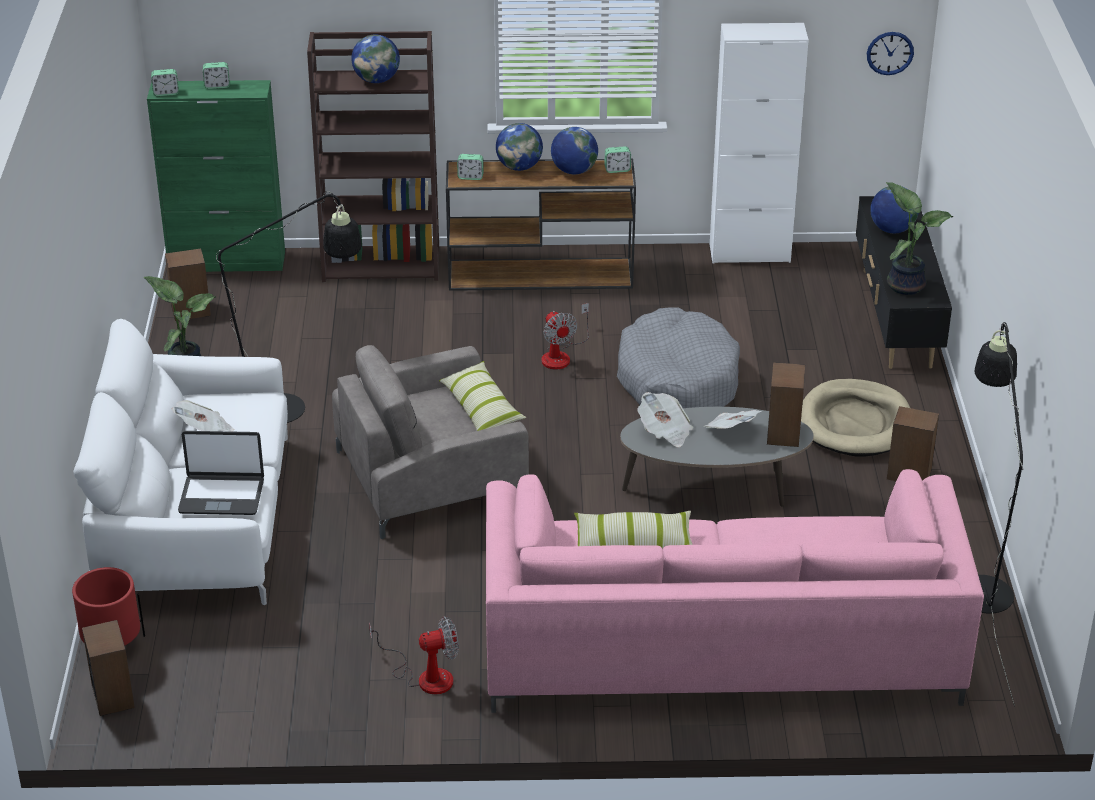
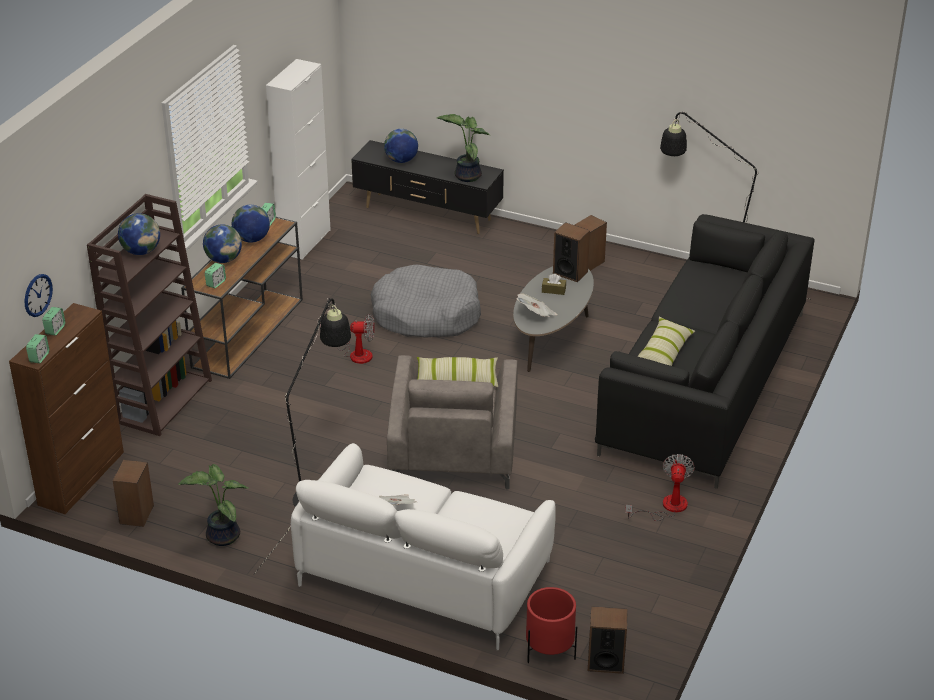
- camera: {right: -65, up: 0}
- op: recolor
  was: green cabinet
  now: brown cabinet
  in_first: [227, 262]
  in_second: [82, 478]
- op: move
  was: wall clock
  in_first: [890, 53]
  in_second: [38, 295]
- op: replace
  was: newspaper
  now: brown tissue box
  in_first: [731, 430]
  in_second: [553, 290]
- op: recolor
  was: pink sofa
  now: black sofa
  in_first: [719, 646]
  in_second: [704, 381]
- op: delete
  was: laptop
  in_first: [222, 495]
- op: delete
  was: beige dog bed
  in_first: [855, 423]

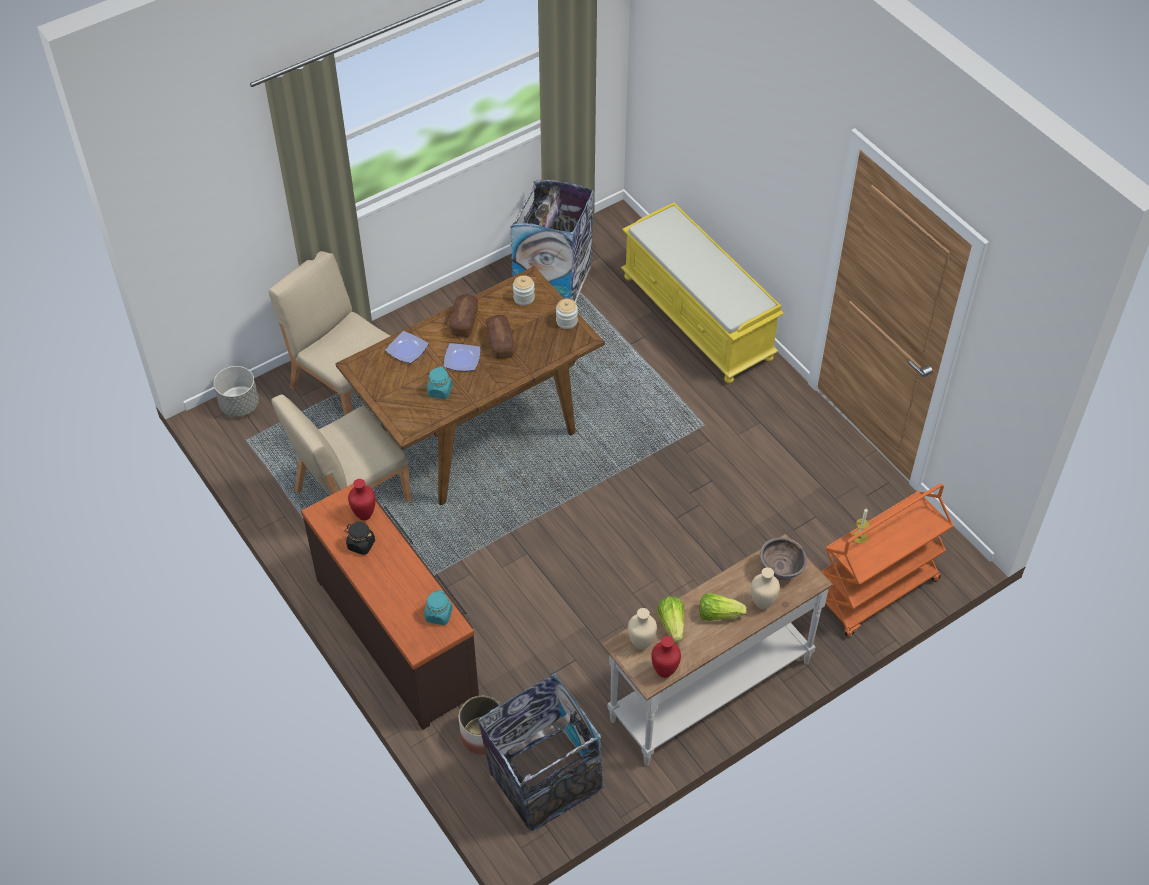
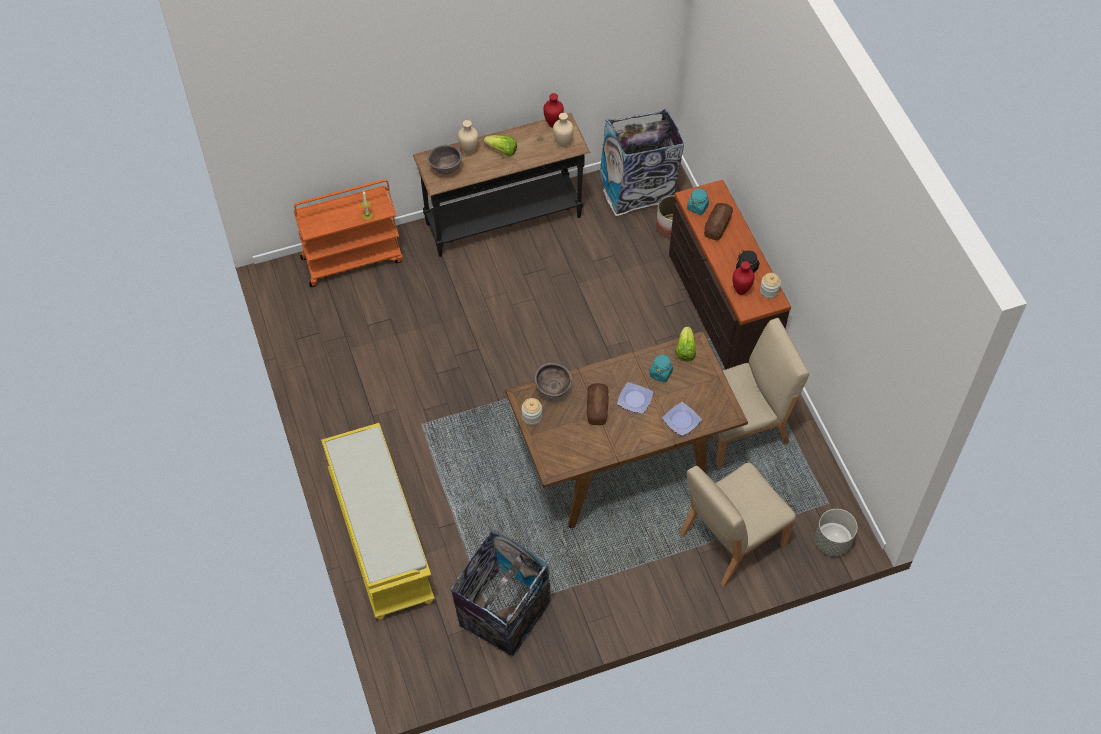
- camera: {right: -165, up: 5}
- op: recolor
  was: white console table
  now: black console table
  in_first: [709, 689]
  in_second: [504, 221]
- op: insert
  now: brown bowl
  in_second: [552, 390]
- op: move
  was: lettuce
  in_first: [672, 624]
  in_second: [685, 350]
- op: rotate
  was: beige chair
  in_first: [346, 385]
  in_second: [731, 539]
  clockwise: 90
- op: move
  was: bread
  in_first: [464, 321]
  in_second: [717, 226]
- op: move
  was: jar
  in_first: [524, 298]
  in_second: [769, 291]

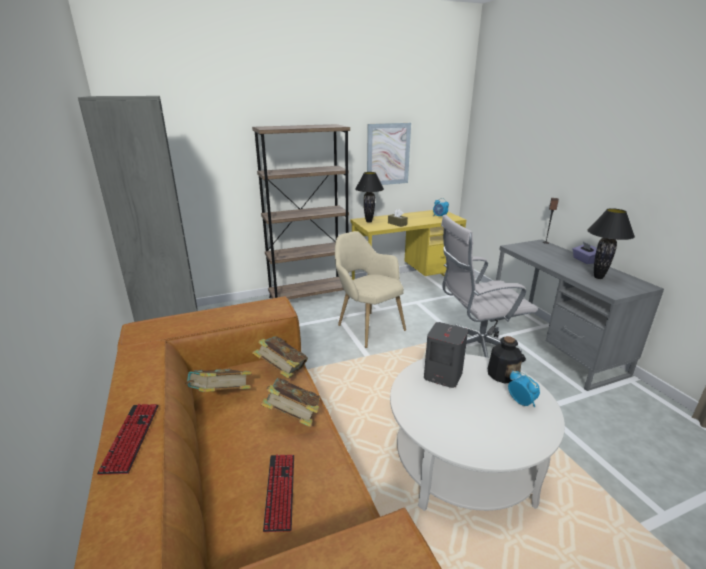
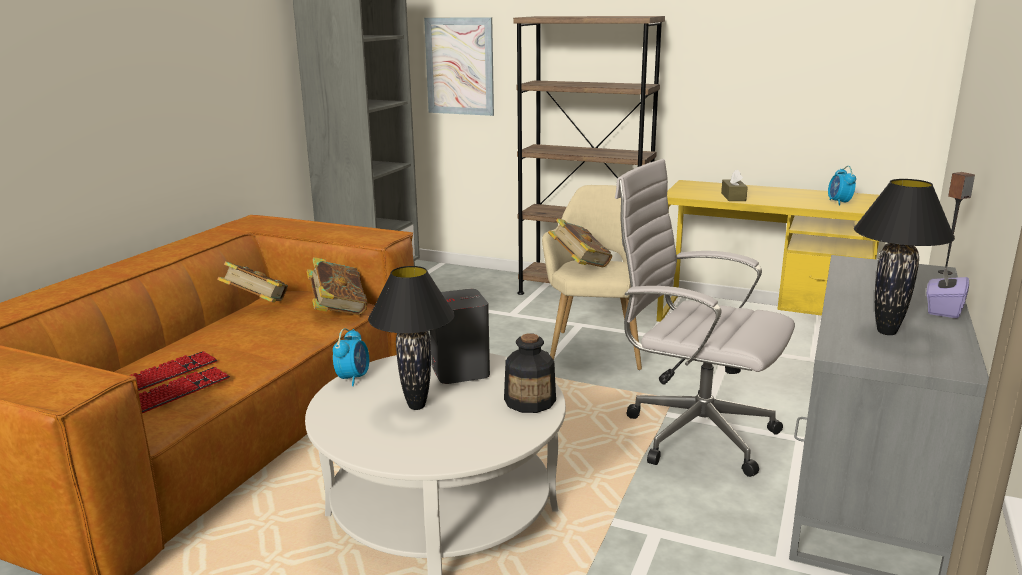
- camera: {right: 45, up: -5}
- op: move
  was: keyboard
  in_first: [131, 438]
  in_second: [177, 392]
- op: move
  was: alarm clock
  in_first: [521, 402]
  in_second: [353, 378]
- op: move
  was: black table lamp
  in_first: [369, 222]
  in_second: [416, 406]
- op: move
  was: picture
  in_first: [388, 154]
  in_second: [459, 66]
- op: move
  was: book
  in_first: [293, 418]
  in_second: [579, 266]

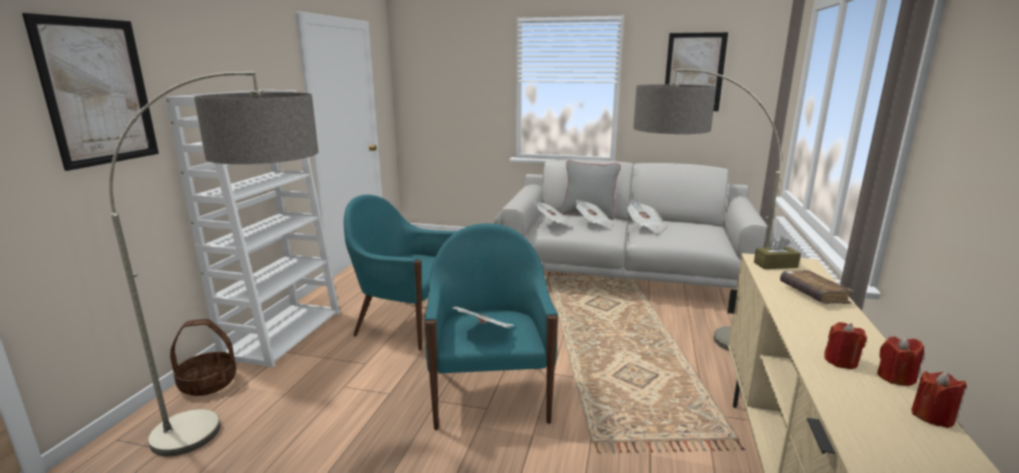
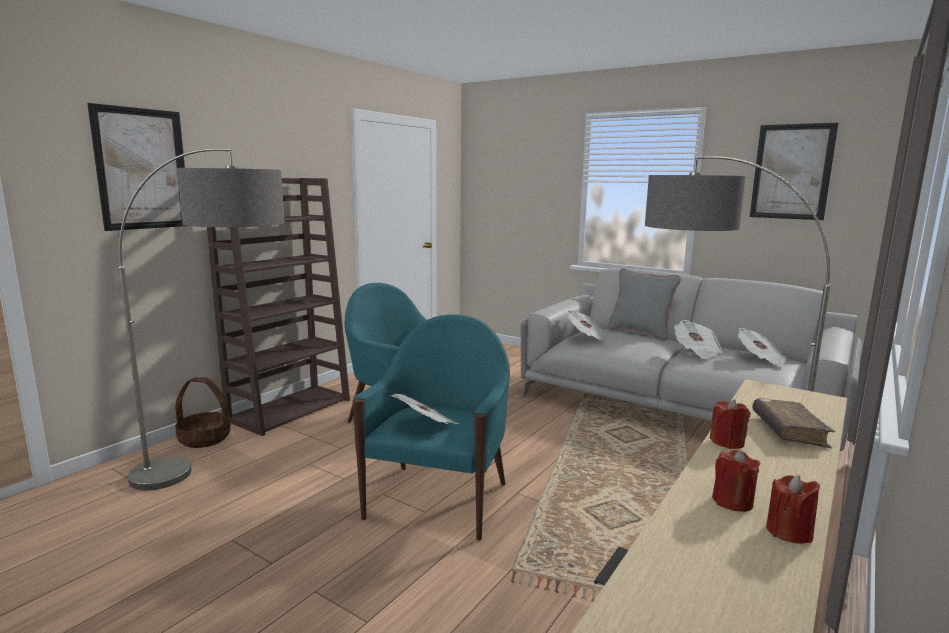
- camera: {right: 20, up: -5}
- op: recolor
  was: white bookcase
  now: brown bookcase
  in_first: [283, 333]
  in_second: [290, 409]
- op: move
  was: red candle
  in_first: [932, 416]
  in_second: [727, 442]
- op: move
  was: newspaper
  in_first: [593, 224]
  in_second: [760, 360]
- op: delete
  was: brown tissue box
  in_first: [775, 265]

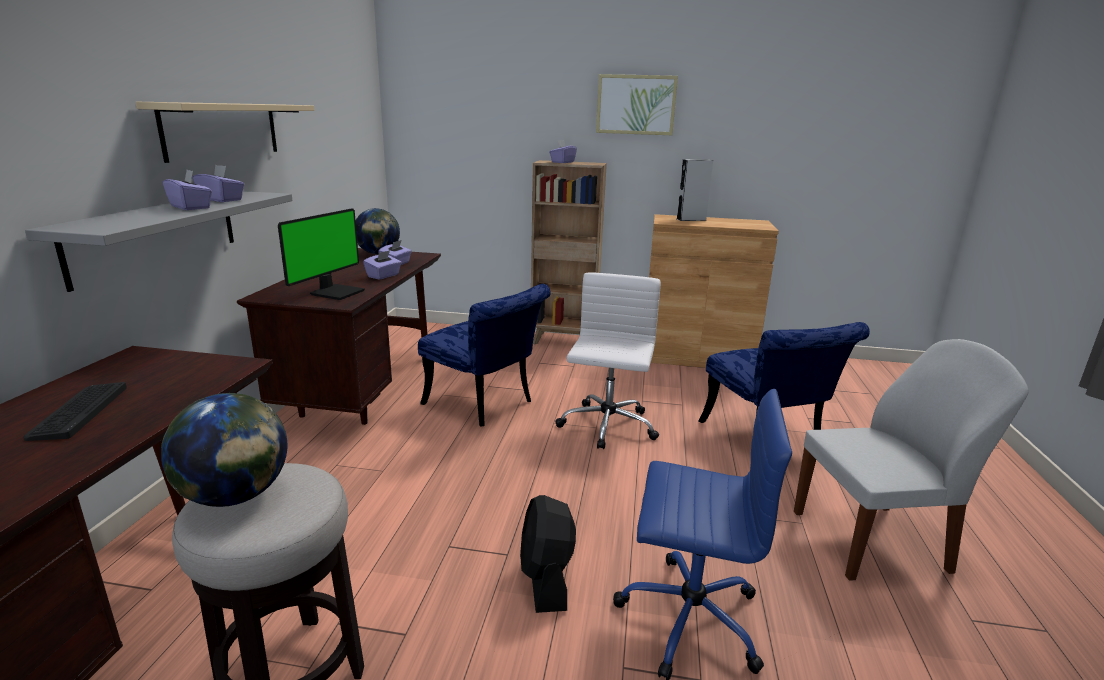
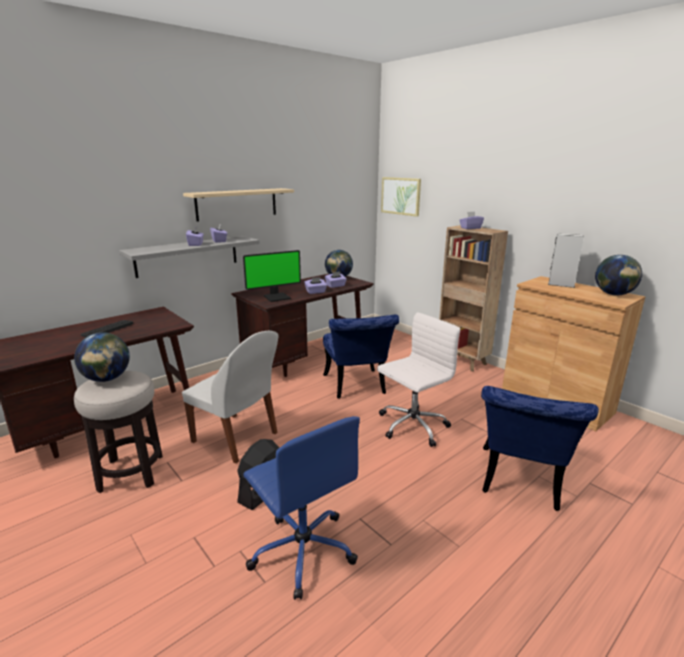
- camera: {right: 40, up: 0}
- op: move
  was: white chair
  in_first: [873, 541]
  in_second: [236, 438]
- op: move
  was: picture
  in_first: [636, 105]
  in_second: [401, 196]
- op: insert
  now: globe
  in_second: [613, 294]

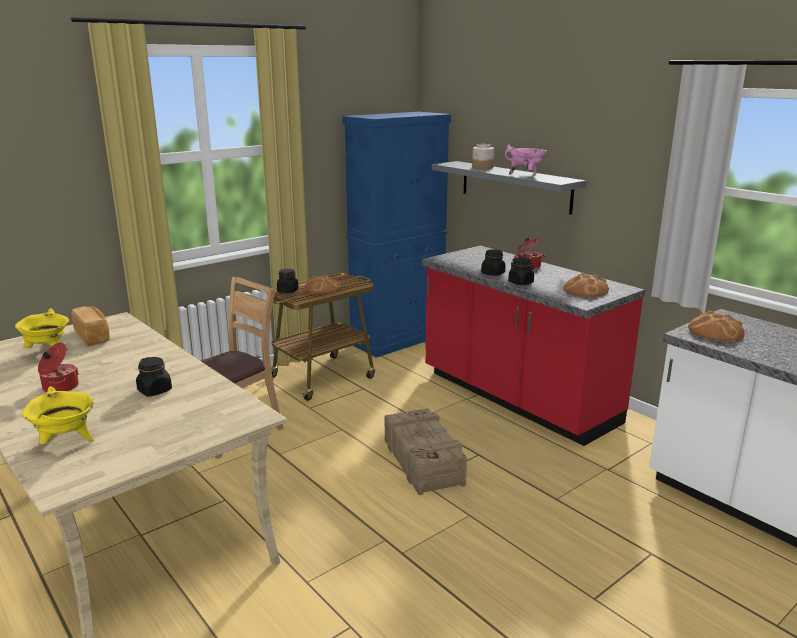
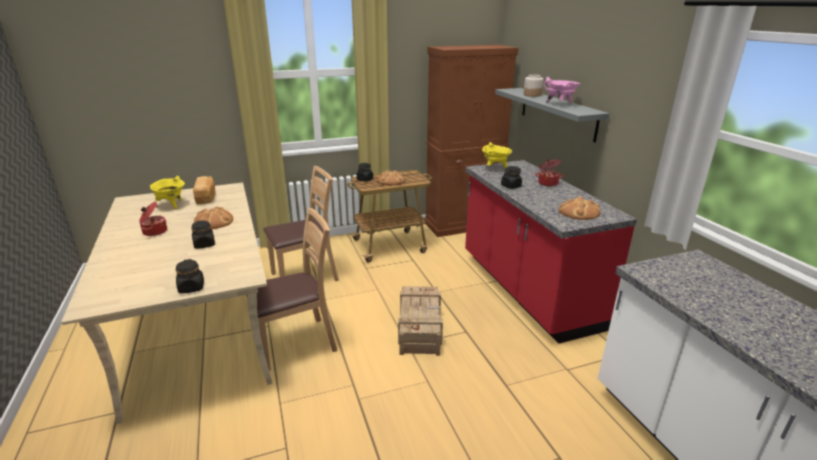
- camera: {right: 20, up: 5}
- op: move
  was: black jar
  in_first: [521, 283]
  in_second: [191, 288]
- op: move
  was: bread
  in_first: [715, 331]
  in_second: [214, 221]
- op: insert
  now: brown chair
  in_second: [296, 343]
- op: recolor
  was: blue cabinet
  now: brown cabinet
  in_first: [398, 339]
  in_second: [462, 225]
- op: move
  was: yellow cooking pot
  in_first: [66, 442]
  in_second: [495, 168]

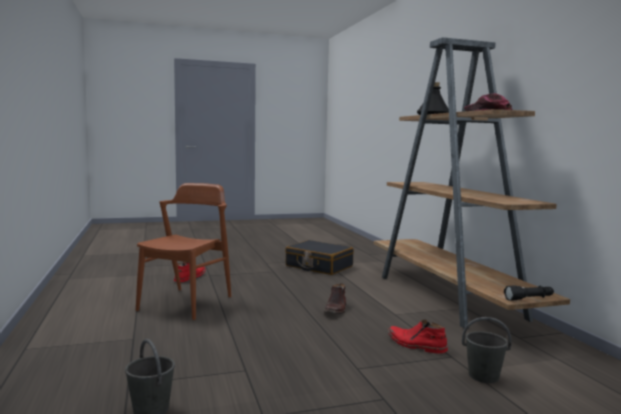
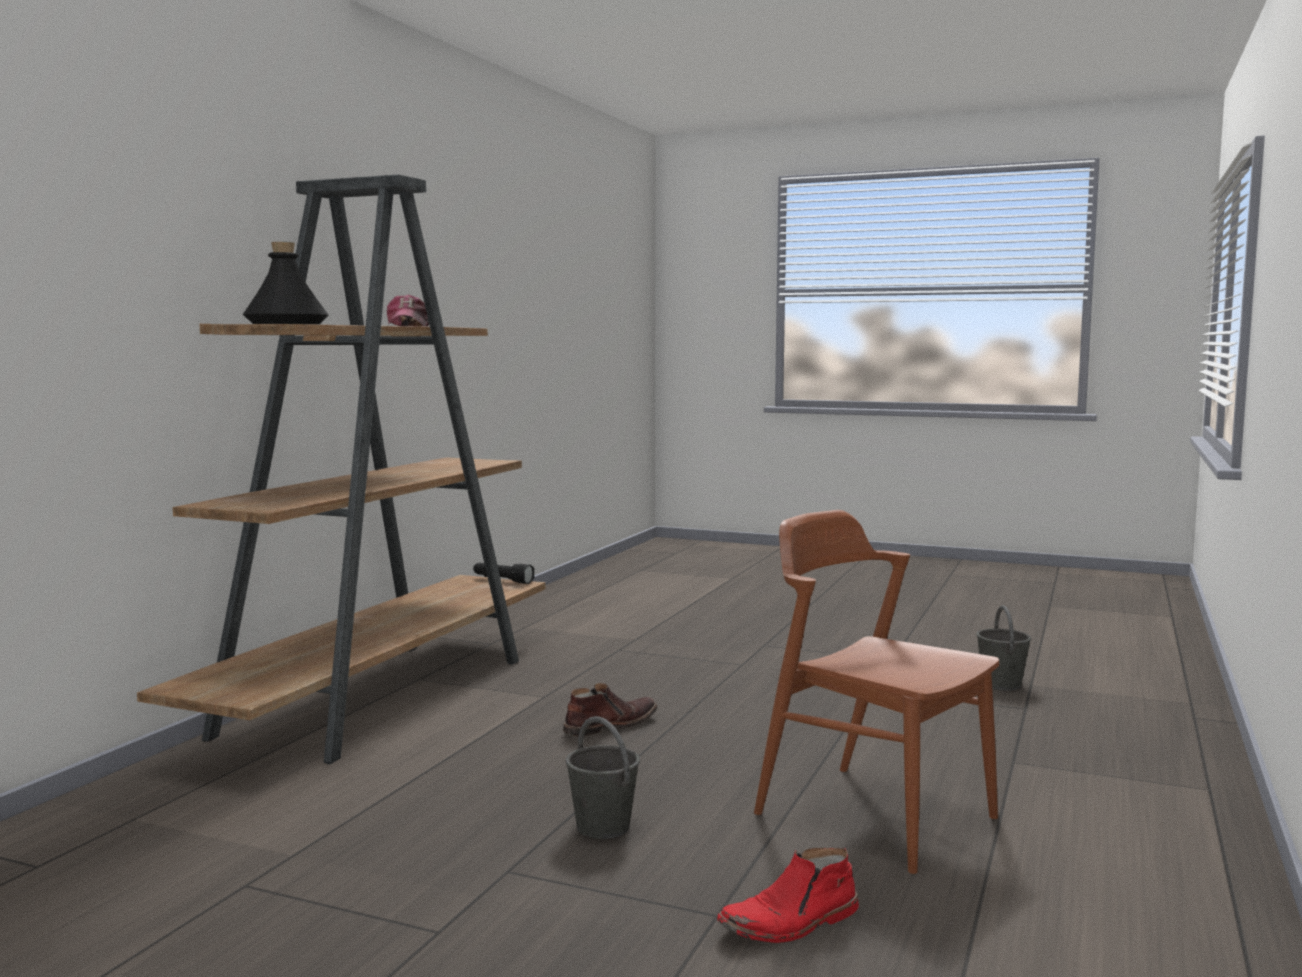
- camera: {right: -140, up: 0}
- op: move
  was: grey bucket
  in_first: [484, 376]
  in_second: [602, 827]
- op: rotate
  was: brown chair
  in_first: [186, 303]
  in_second: [874, 815]
  clockwise: 75
- op: delete
  was: black suitcase
  in_first: [319, 266]
- op: delete
  was: red boot
  in_first: [416, 345]

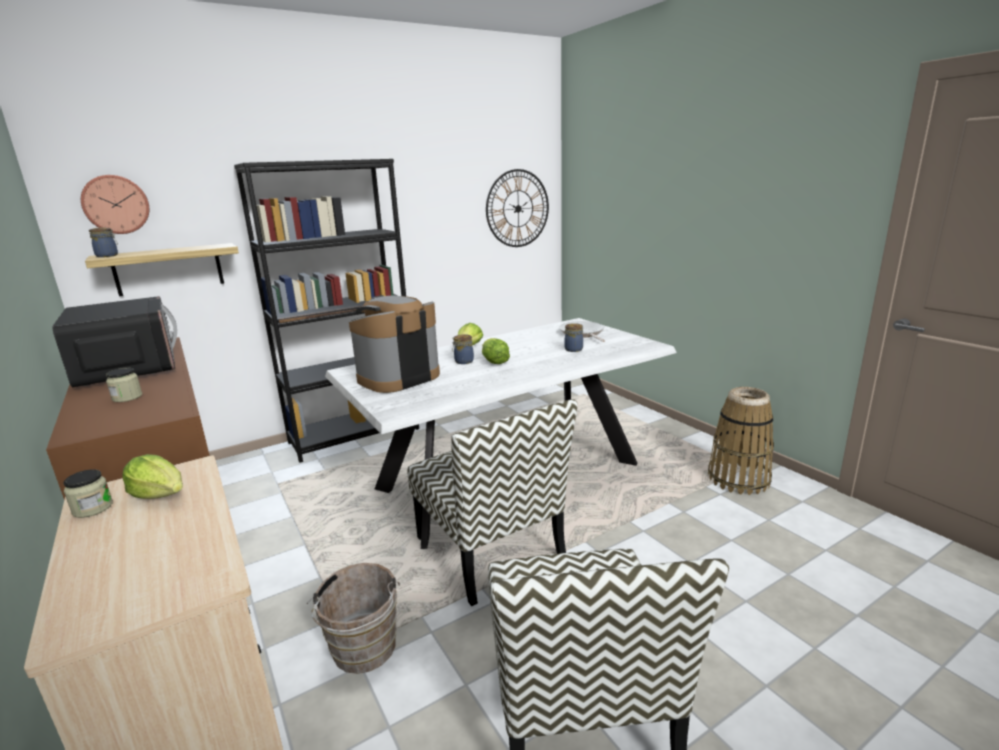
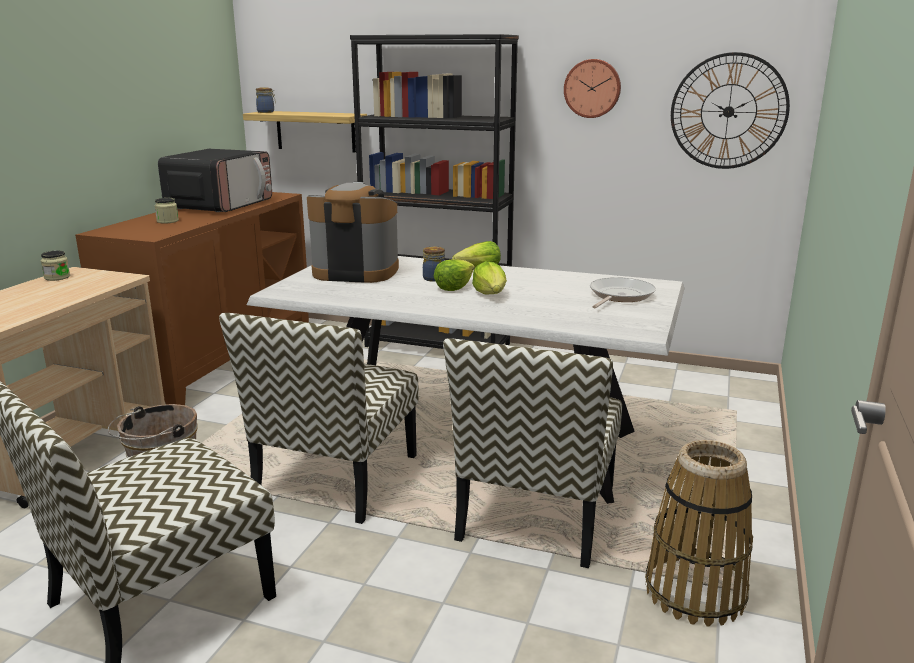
- camera: {right: 50, up: 0}
- op: insert
  now: chair
  in_second: [537, 515]
- op: move
  was: lettuce
  in_first: [160, 494]
  in_second: [491, 294]
- op: move
  was: wall clock
  in_first: [116, 204]
  in_second: [592, 88]
- op: delete
  was: jar
  in_first: [574, 349]

